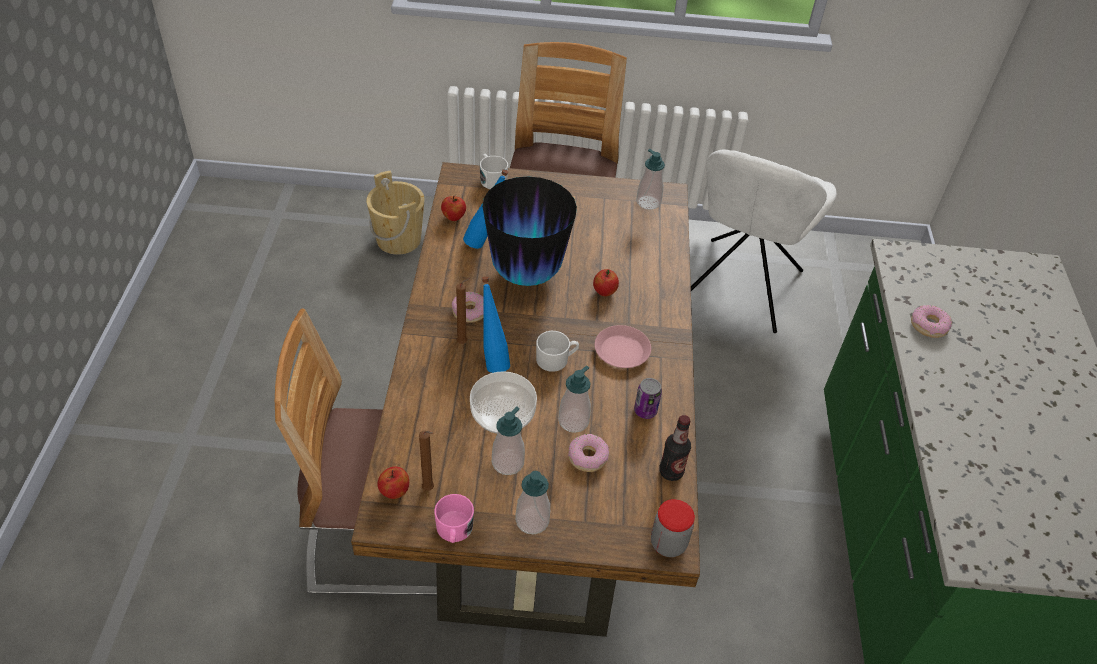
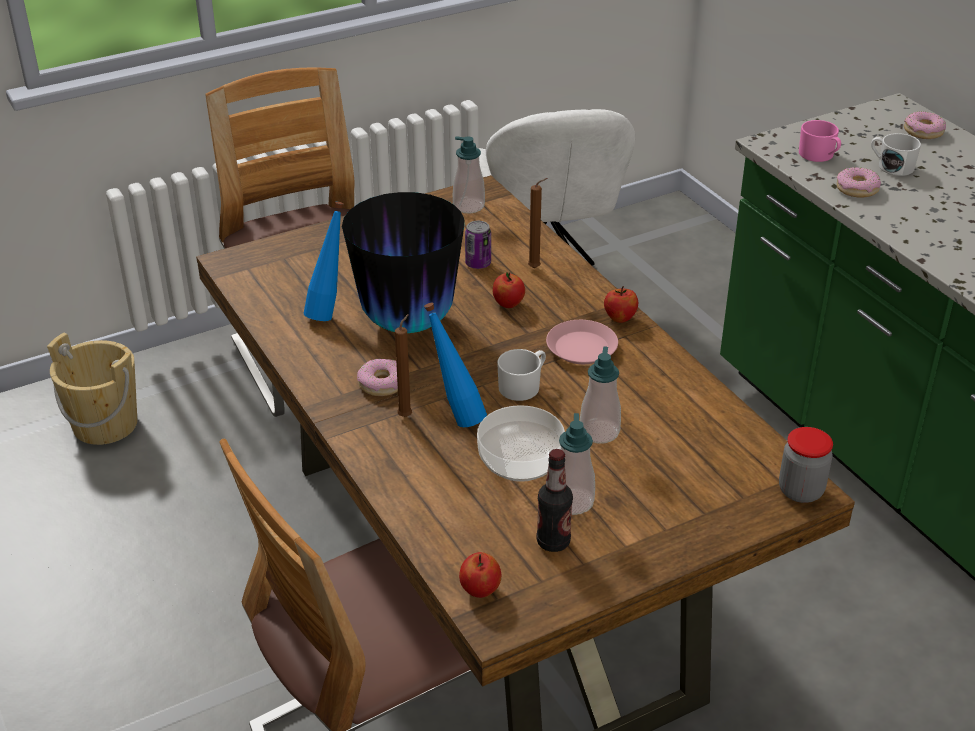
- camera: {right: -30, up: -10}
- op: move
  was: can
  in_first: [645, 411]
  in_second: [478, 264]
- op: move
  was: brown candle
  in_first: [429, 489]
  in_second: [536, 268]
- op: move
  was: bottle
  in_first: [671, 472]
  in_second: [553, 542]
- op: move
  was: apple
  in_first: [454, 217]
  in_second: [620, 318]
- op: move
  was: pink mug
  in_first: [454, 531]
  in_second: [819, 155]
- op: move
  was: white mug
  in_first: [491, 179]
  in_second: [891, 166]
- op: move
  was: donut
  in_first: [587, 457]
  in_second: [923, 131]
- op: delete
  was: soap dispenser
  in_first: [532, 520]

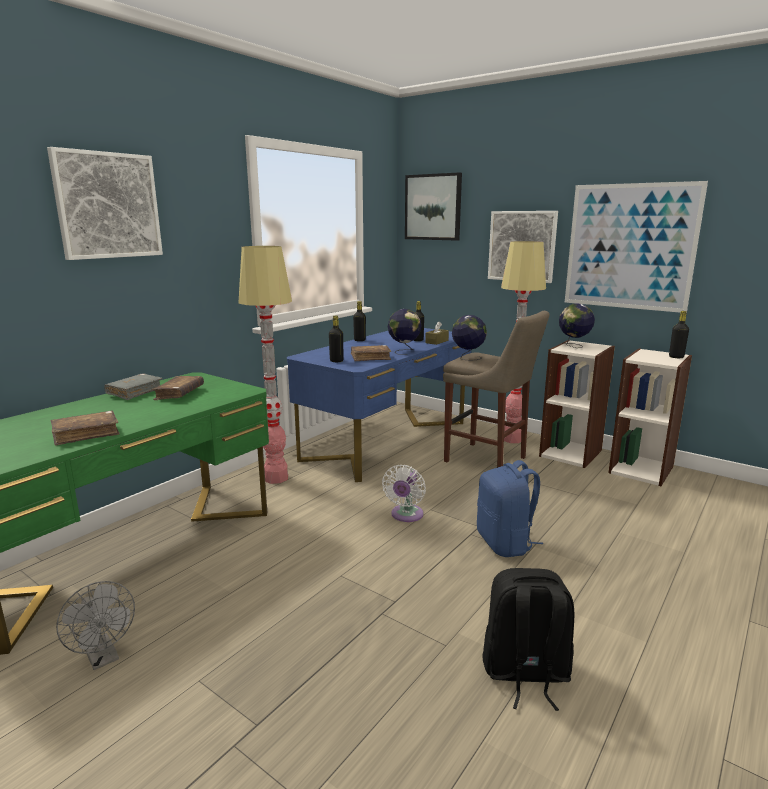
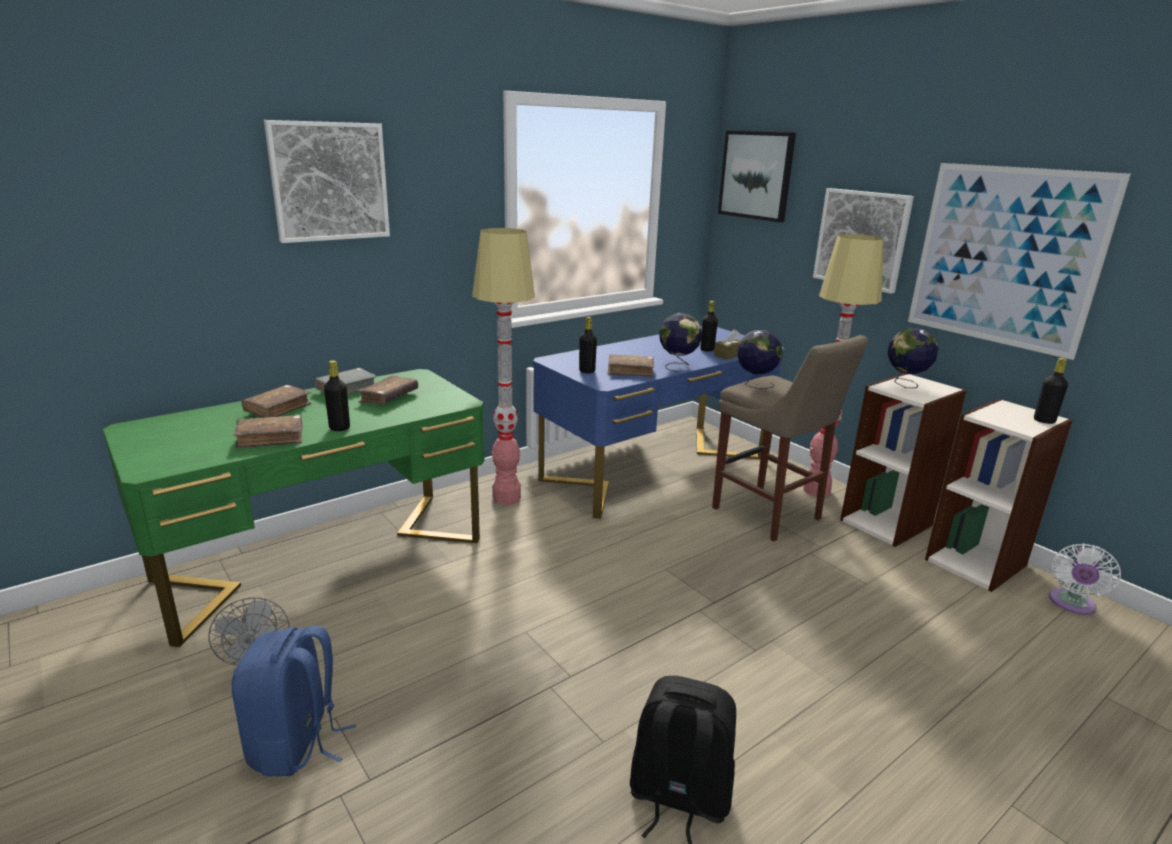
- camera: {right: 15, up: 5}
- op: move
  was: blue backpack
  in_first: [505, 543]
  in_second: [297, 744]
- op: insert
  now: brown book
  in_second: [278, 409]
- op: move
  was: black bottle
  in_first: [359, 340]
  in_second: [339, 428]
- op: move
  was: white fan
  in_first: [406, 515]
  in_second: [1071, 604]

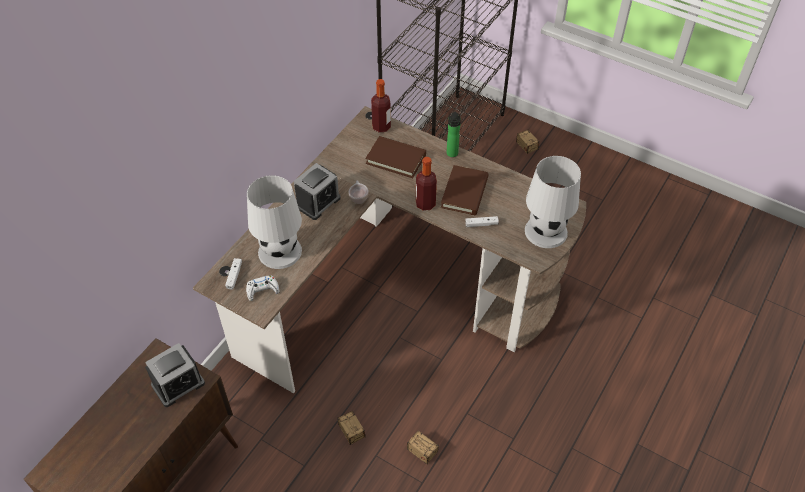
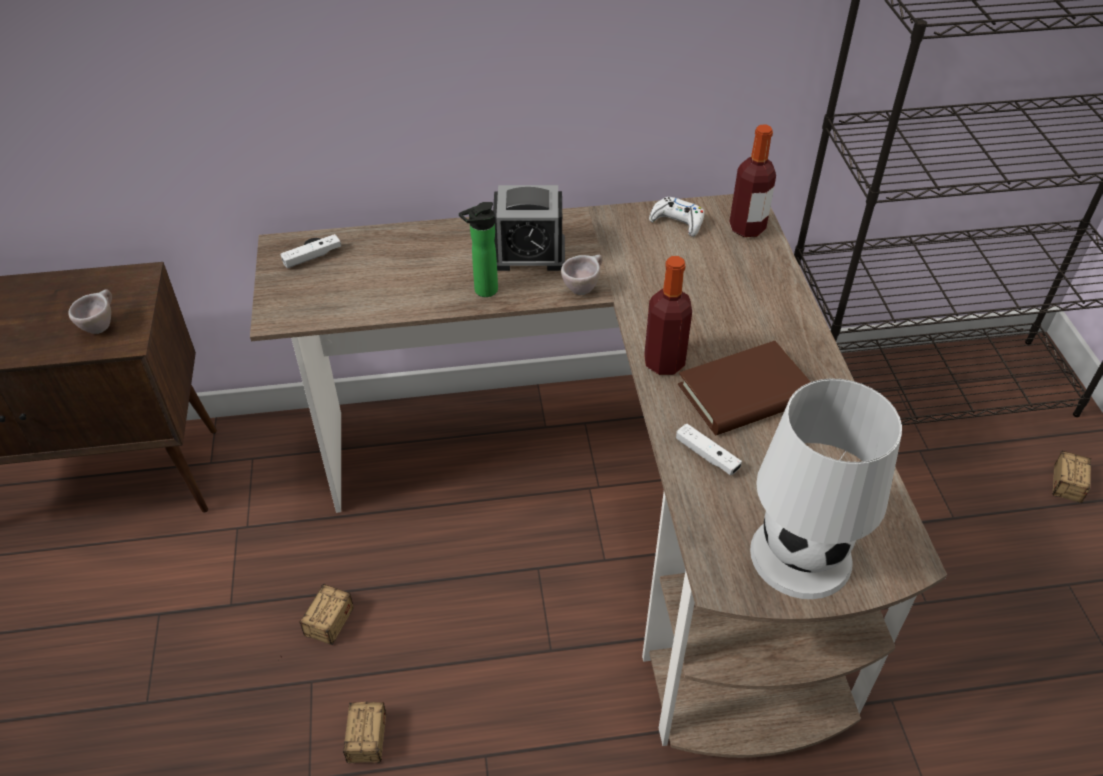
- camera: {right: 50, up: -5}
- op: replace
  was: alarm clock
  now: beige cup
  in_first: [178, 384]
  in_second: [101, 325]
- op: move
  was: bottle
  in_first: [452, 154]
  in_second: [482, 291]
- op: move
  was: white game controller
  in_first: [262, 290]
  in_second: [677, 221]
- op: delete
  was: white table lamp
  in_first: [280, 251]
- op: delete
  was: brown book
  in_first: [396, 159]

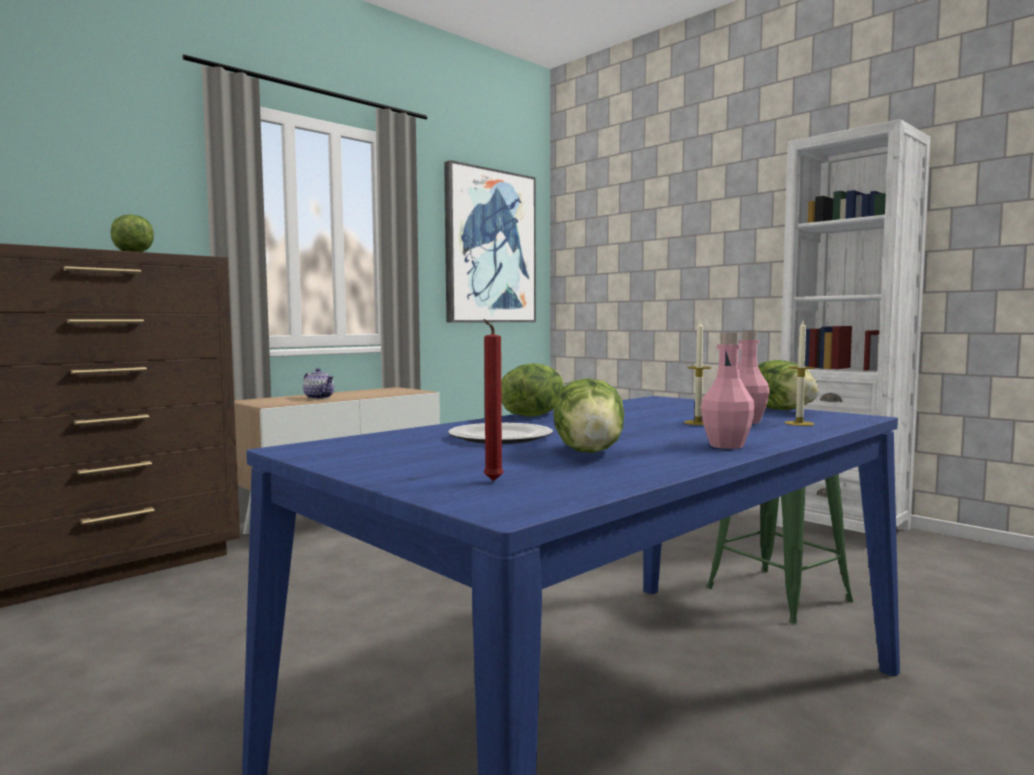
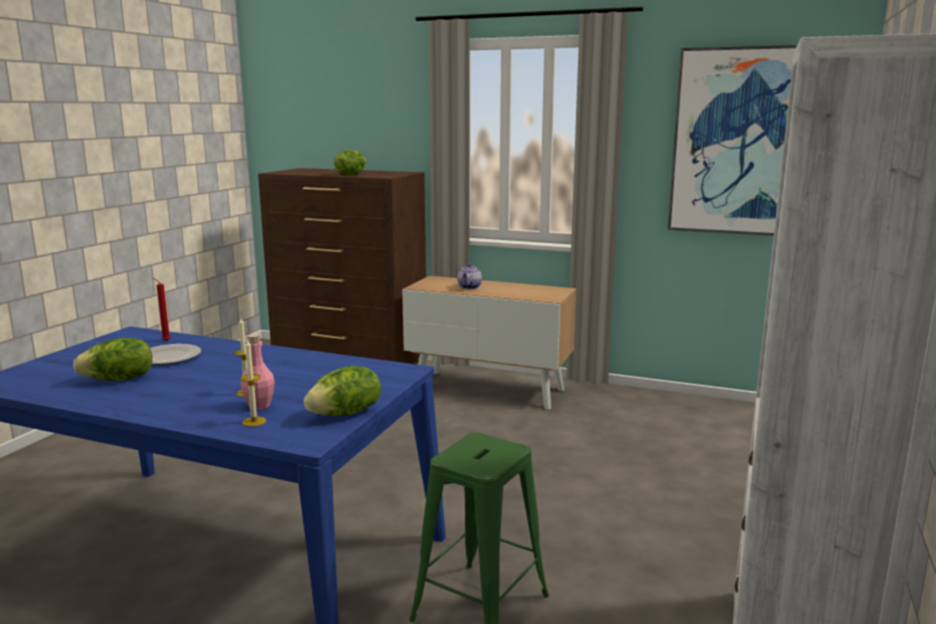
- camera: {right: 65, up: 10}
- op: move
  was: red candle
  in_first: [491, 481]
  in_second: [165, 341]
- op: delete
  was: lettuce
  in_first: [533, 415]
- op: delete
  was: pink bottle
  in_first: [726, 446]

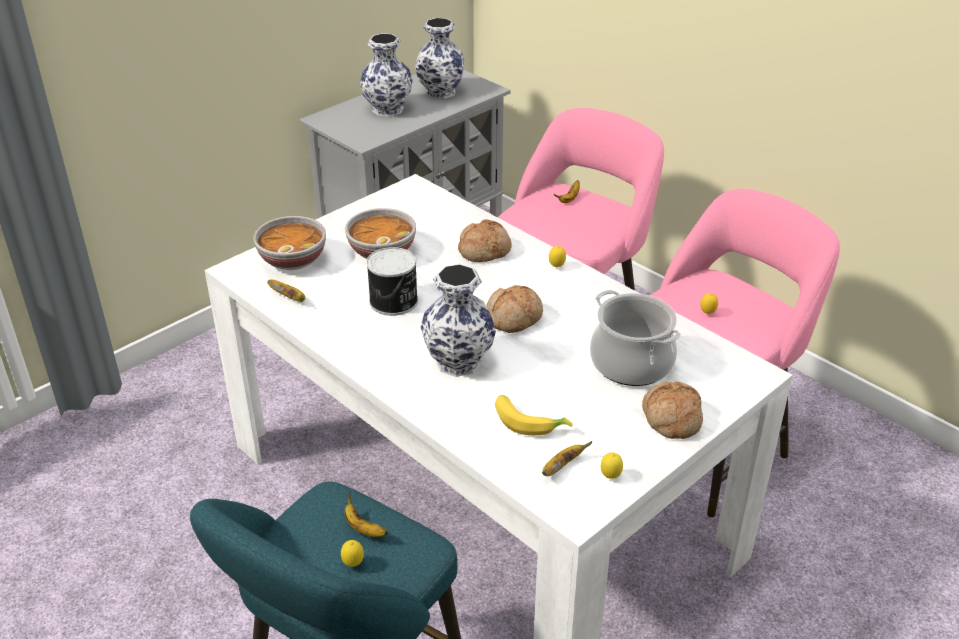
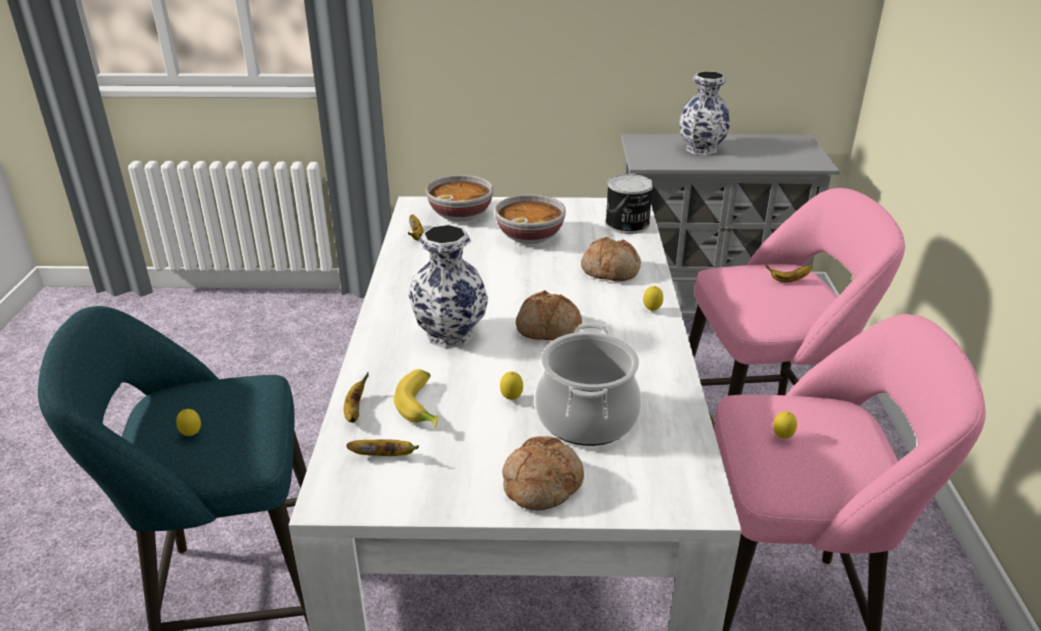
- camera: {right: 45, up: -5}
- op: move
  was: banana
  in_first: [363, 528]
  in_second: [355, 411]
- op: move
  was: lemon
  in_first: [610, 477]
  in_second: [511, 399]
- op: move
  was: can
  in_first: [394, 301]
  in_second: [627, 224]
- op: delete
  was: vase
  in_first: [440, 91]

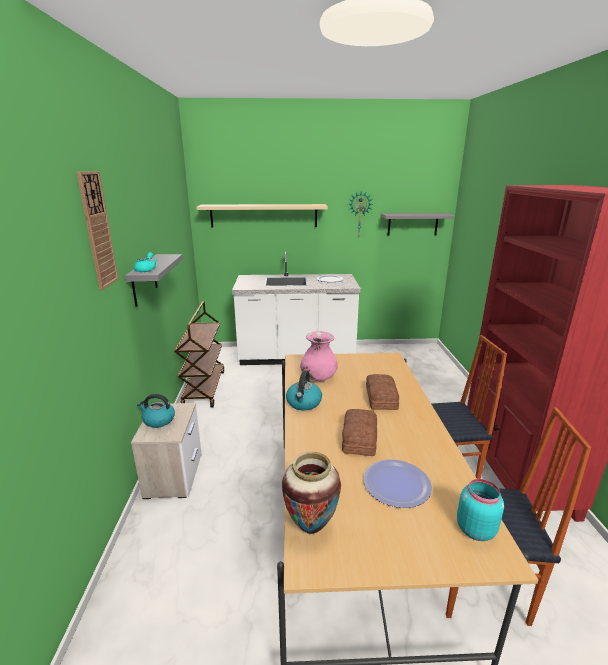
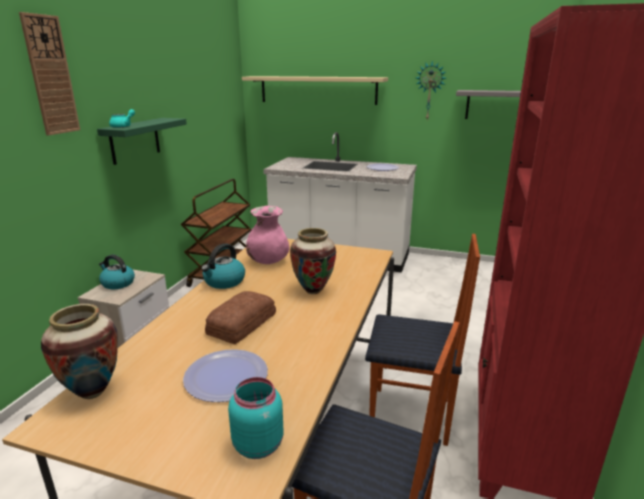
- camera: {right: 20, up: 0}
- op: recolor
  was: grey shelf
  now: green shelf
  in_first: [144, 280]
  in_second: [135, 140]
- op: replace
  was: bread
  now: vase
  in_first: [380, 397]
  in_second: [313, 291]

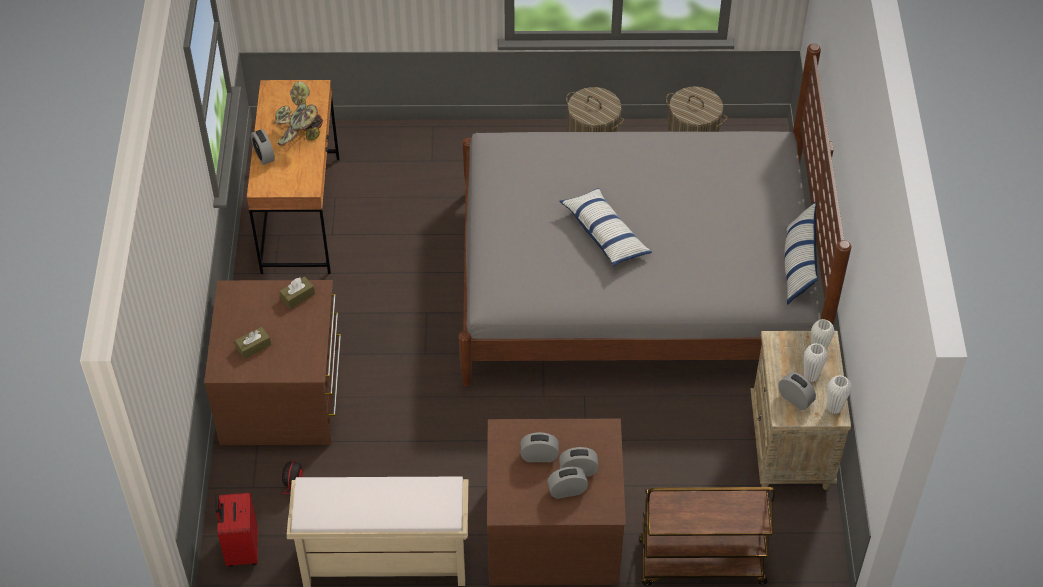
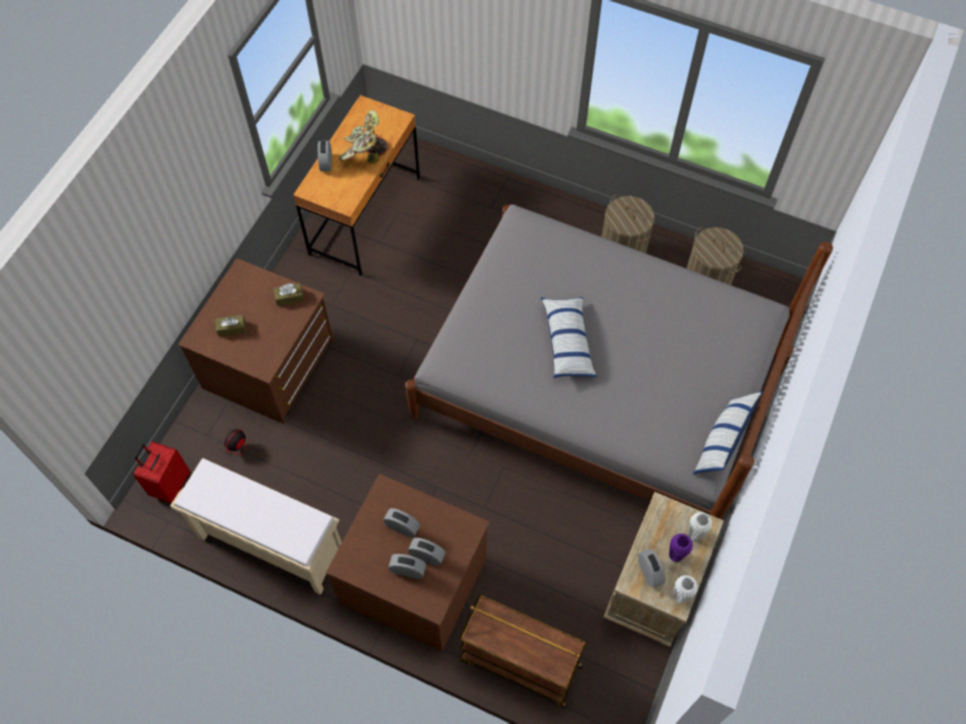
- camera: {right: 25, up: 10}
- op: recolor
  was: white vase
  now: purple vase
  in_first: [811, 376]
  in_second: [675, 555]

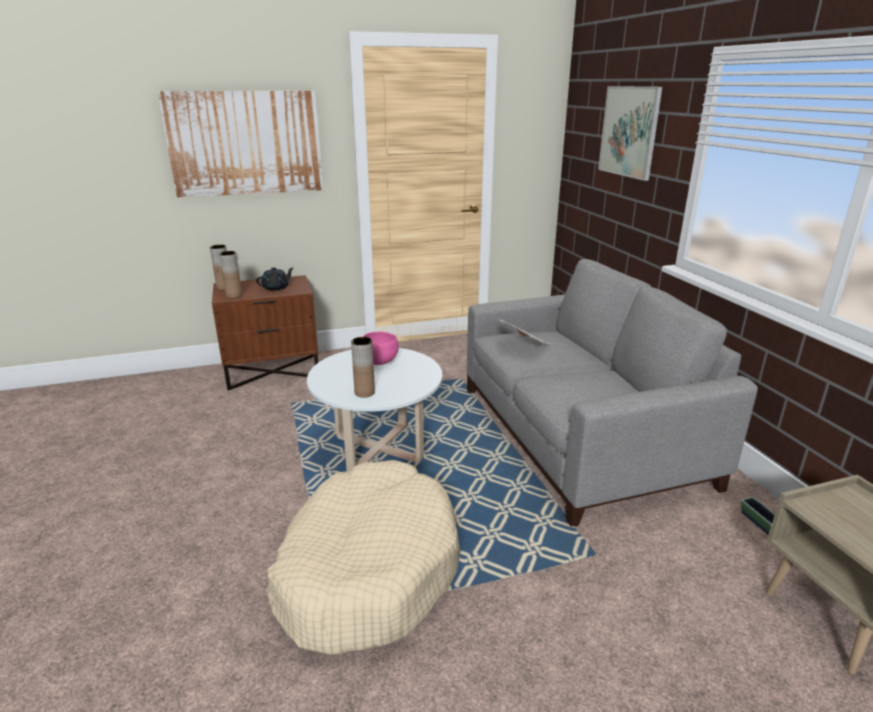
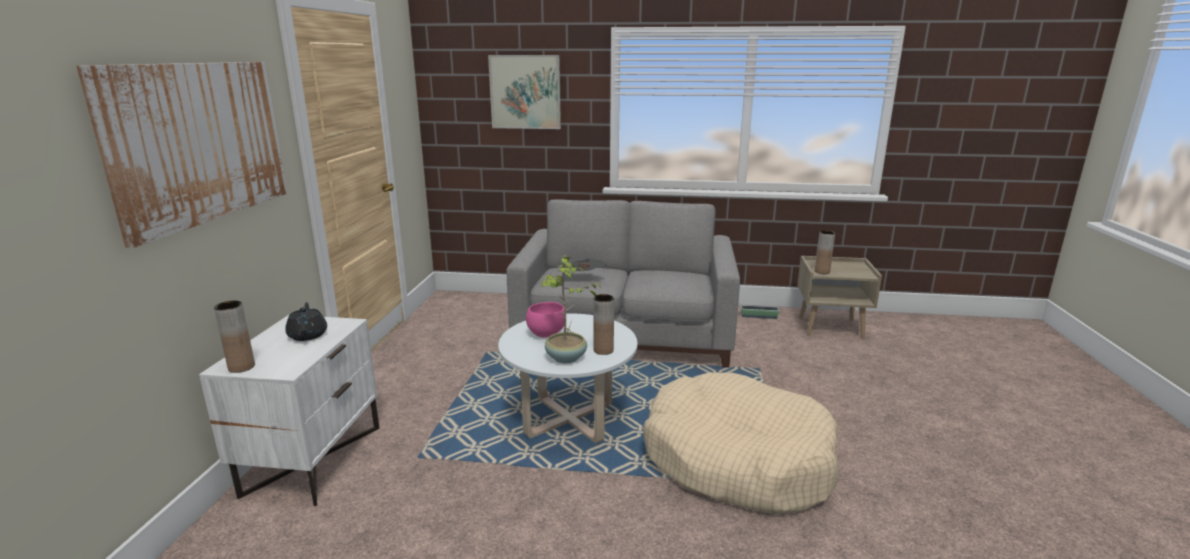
- camera: {right: -65, up: -5}
- op: recolor
  was: brown nightstand
  now: white nightstand
  in_first: [273, 371]
  in_second: [312, 459]
- op: insert
  now: potted plant
  in_second: [566, 358]
- op: move
  was: brown vase
  in_first: [234, 296]
  in_second: [822, 271]

